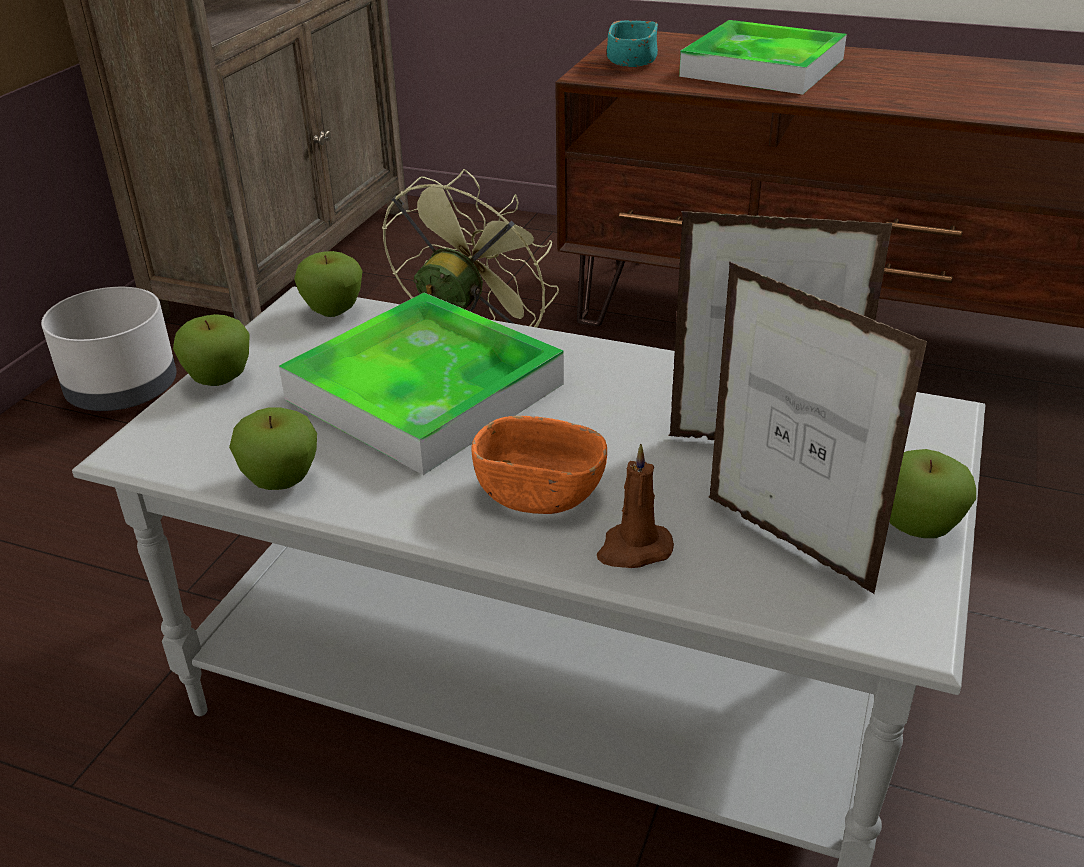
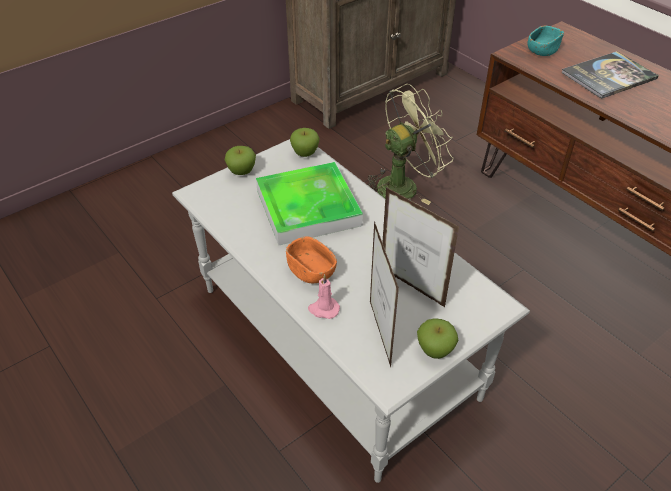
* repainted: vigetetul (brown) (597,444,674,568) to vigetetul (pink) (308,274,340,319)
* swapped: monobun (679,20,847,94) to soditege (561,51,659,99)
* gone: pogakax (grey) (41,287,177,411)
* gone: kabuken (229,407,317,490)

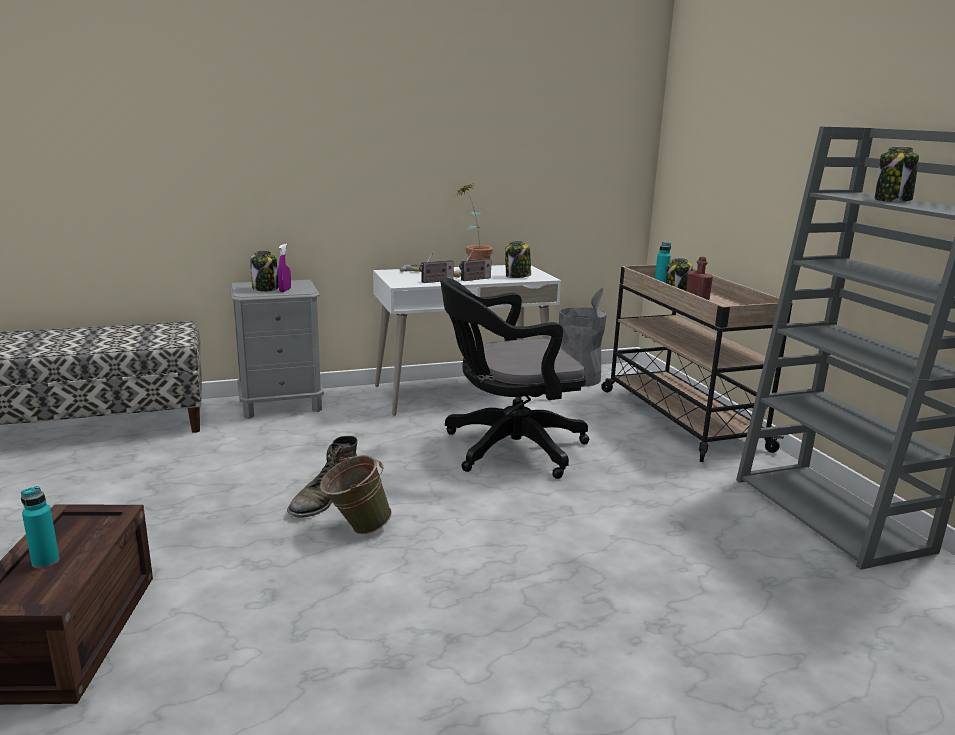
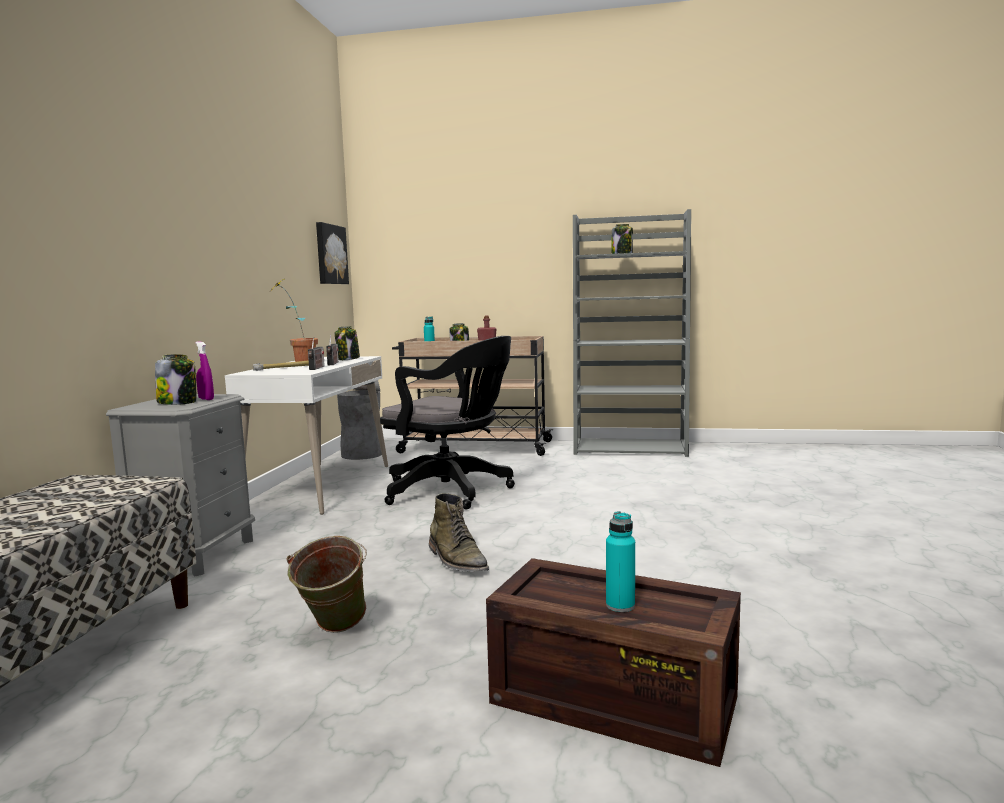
* shifted: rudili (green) (320,455,392,534) to (287,536,367,633)
* new: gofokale (316,222,349,284)
* rotated: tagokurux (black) (440,277,589,479) = (380,336,515,510) 75 degrees counterclockwise

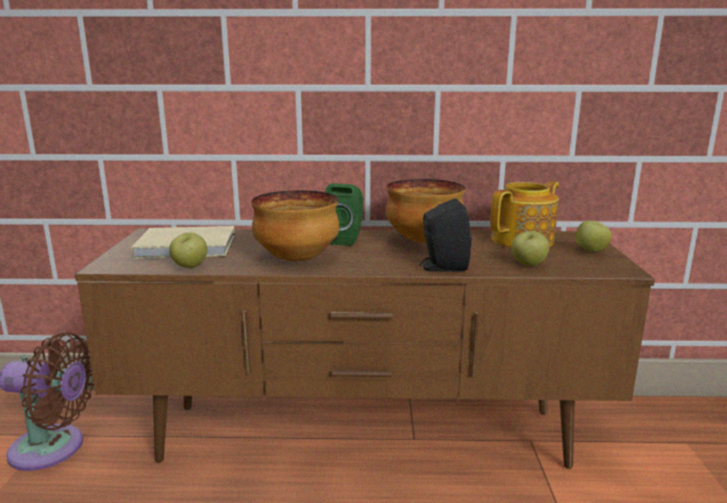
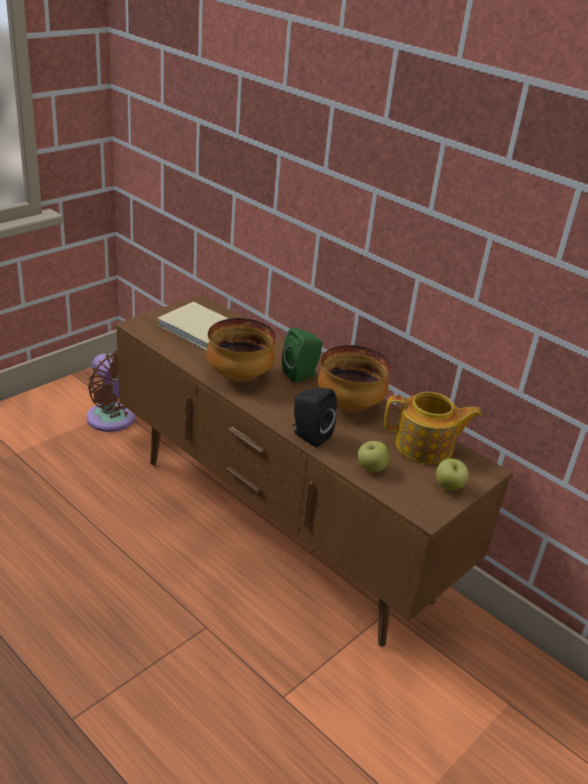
* gone: kabuken (169,232,208,268)

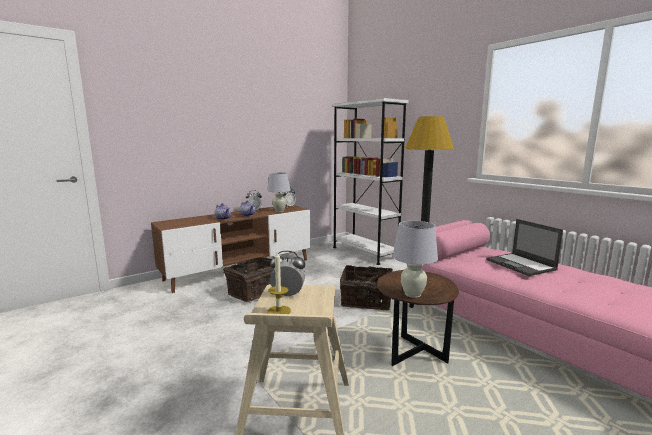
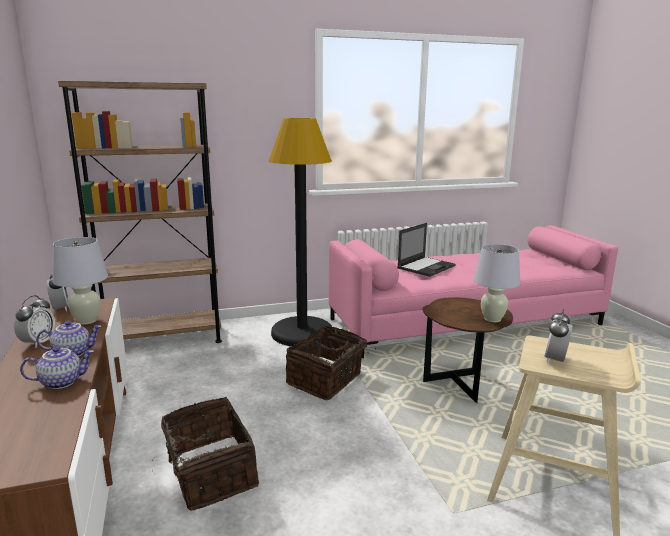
* repainted: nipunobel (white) (332,98,409,265) to nipunobel (brown) (58,81,222,343)
* rotated: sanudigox (486,219,563,276) = (397,223,456,277) 45 degrees counterclockwise
* gone: vigetetul (267,252,291,314)

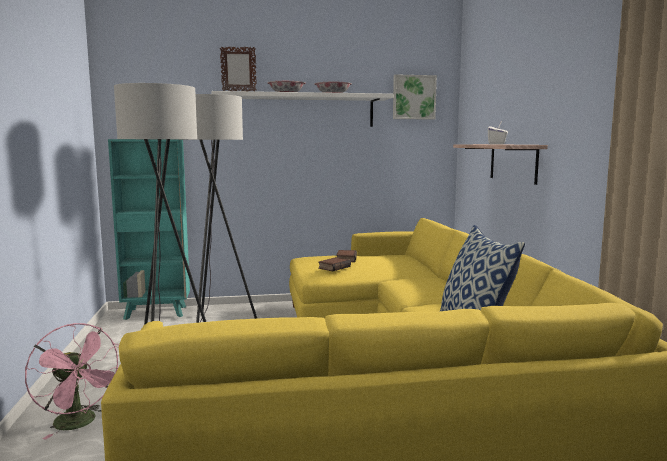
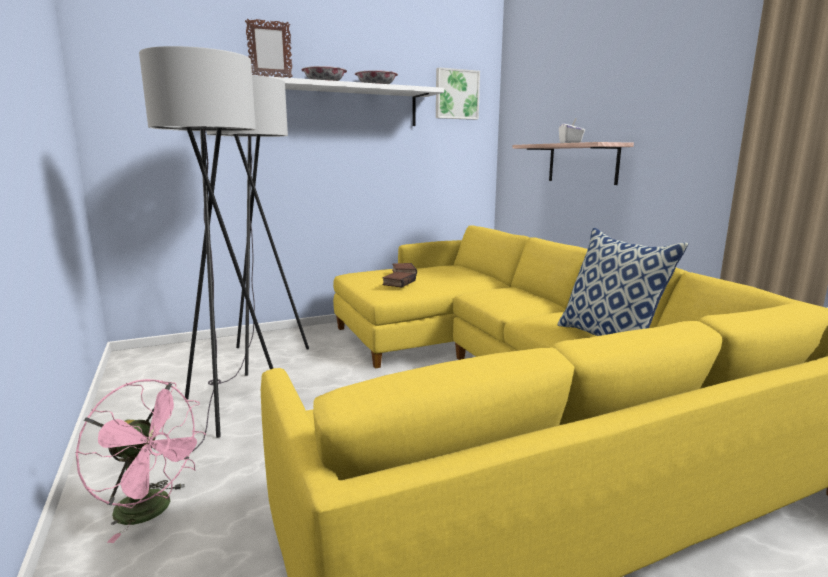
* gone: nipunobel (turquoise) (108,139,190,320)

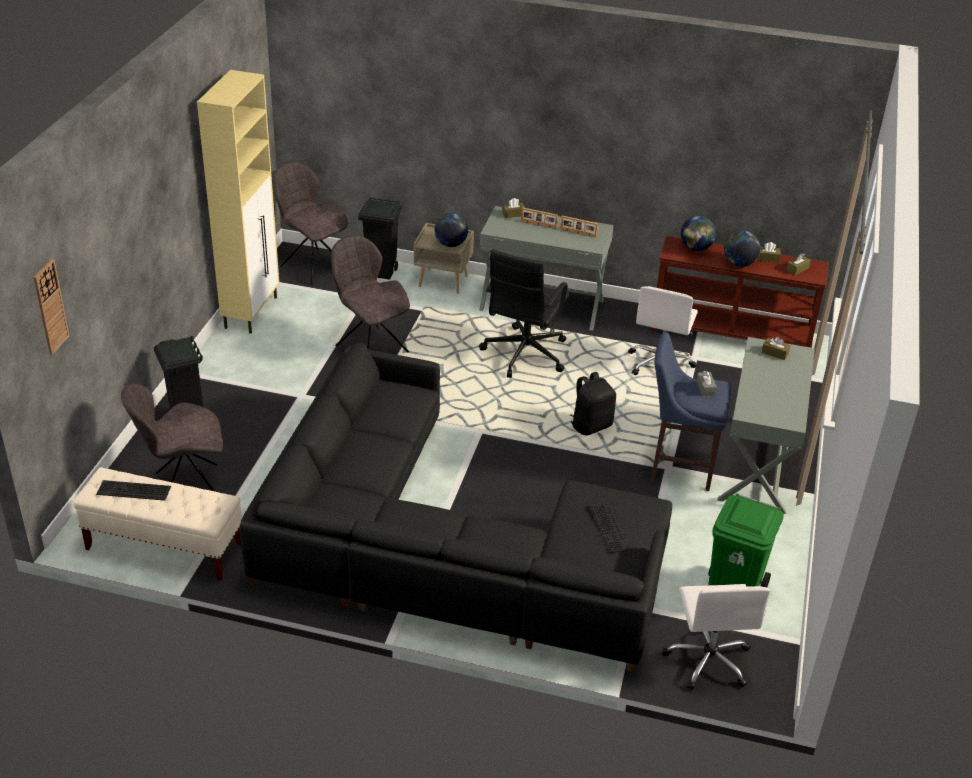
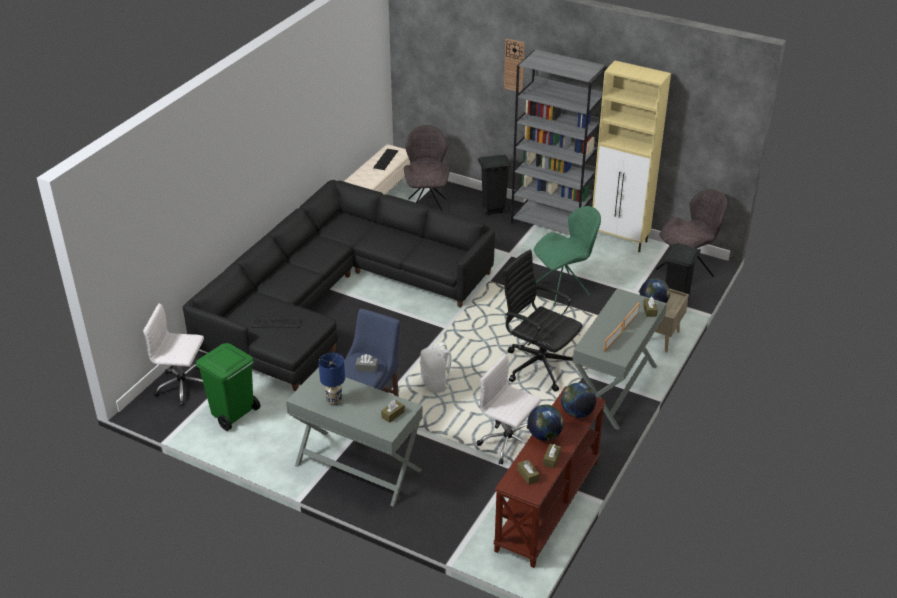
* new: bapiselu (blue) (318,353,345,405)
* repainted: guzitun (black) (570,372,616,436) to guzitun (white) (420,342,456,393)
* shifted: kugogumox (34,259,69,355) to (504,38,525,92)
* new: nipunobel (grey) (511,49,607,235)
* repainted: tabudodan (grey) (331,235,410,352) to tabudodan (green) (534,206,601,306)

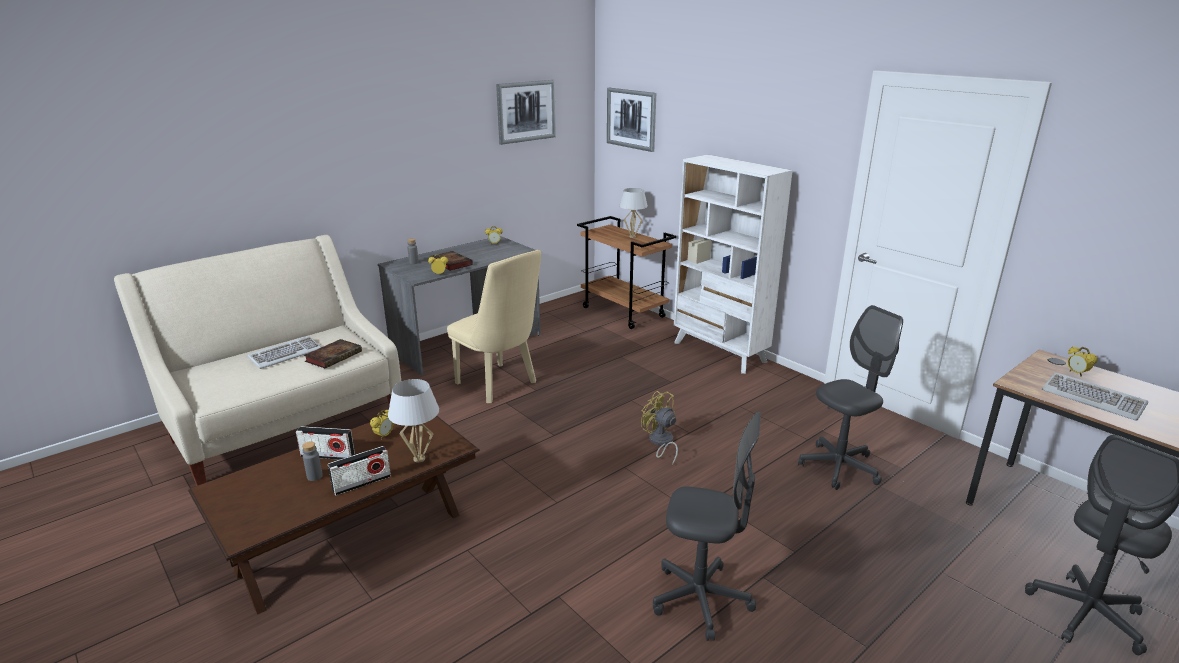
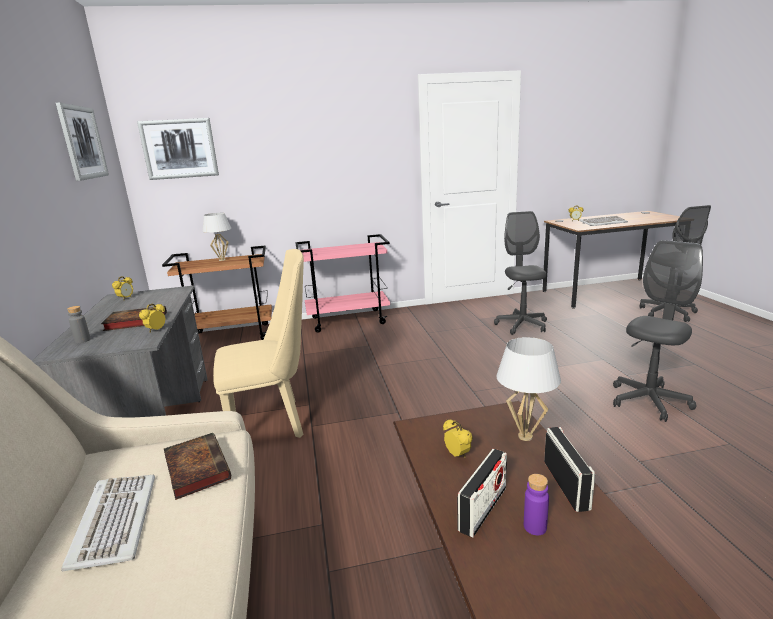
* swapped: nipunobel (white) (674,155,793,374) to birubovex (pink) (295,234,390,333)
* repainted: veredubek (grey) (302,441,323,481) to veredubek (purple) (524,474,549,535)
* gone: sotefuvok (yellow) (641,391,678,465)

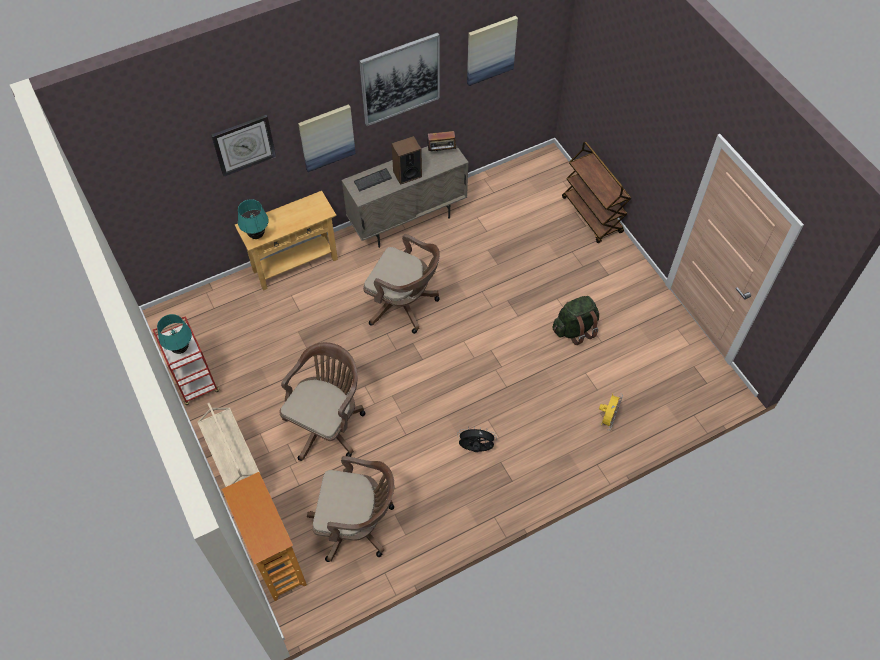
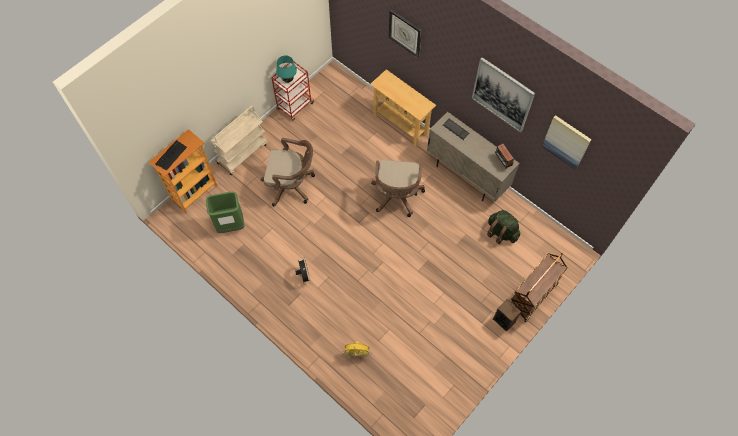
* new: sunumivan (155,140,187,171)
* swapped: tagokurux (brown) (307,456,394,562) to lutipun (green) (206,192,244,233)
* shifted: guzitun (green) (552,296,599,345) to (487,210,520,244)
* shifted: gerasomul (391,136,422,185) to (493,299,521,332)
* gone: bapiselu (turquoise) (238,199,269,239)
* gone: gofokale (298,104,356,172)

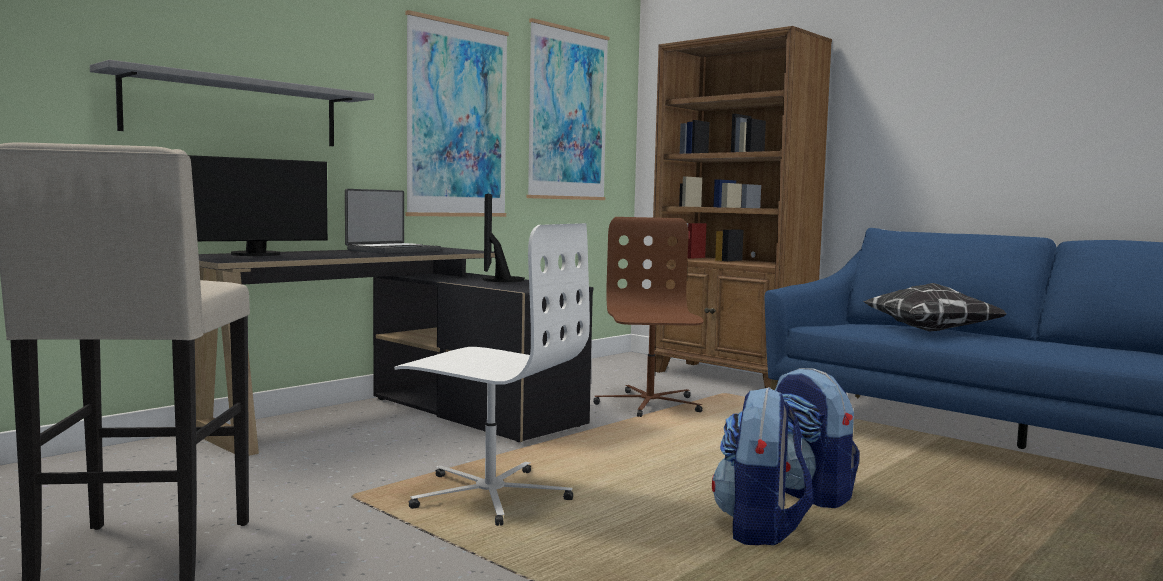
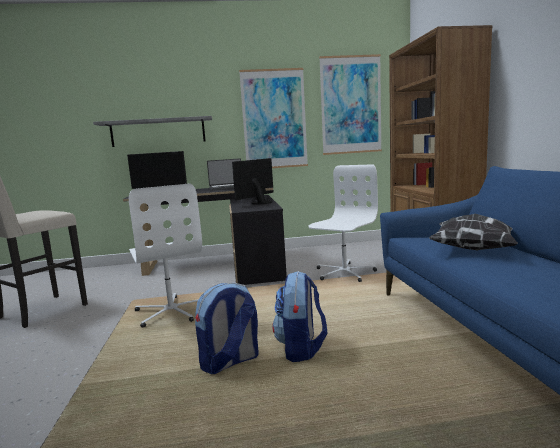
* repainted: tagokurux (brown) (593,217,704,417) to tagokurux (white) (308,164,378,282)

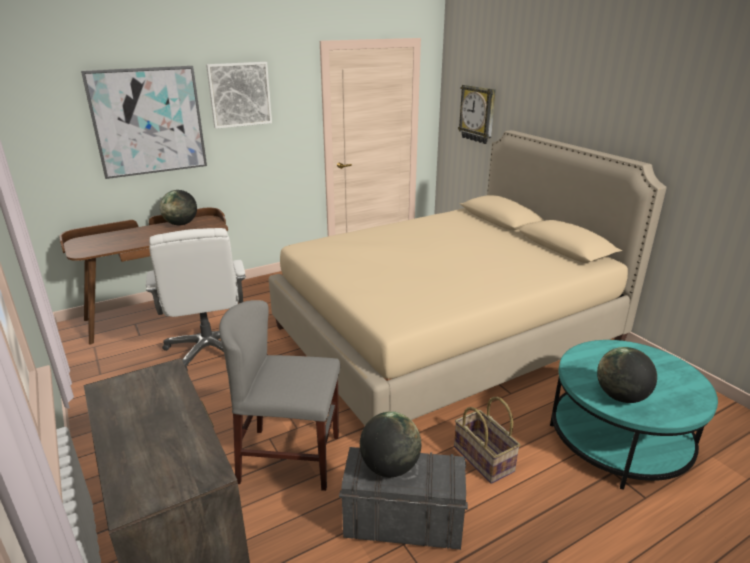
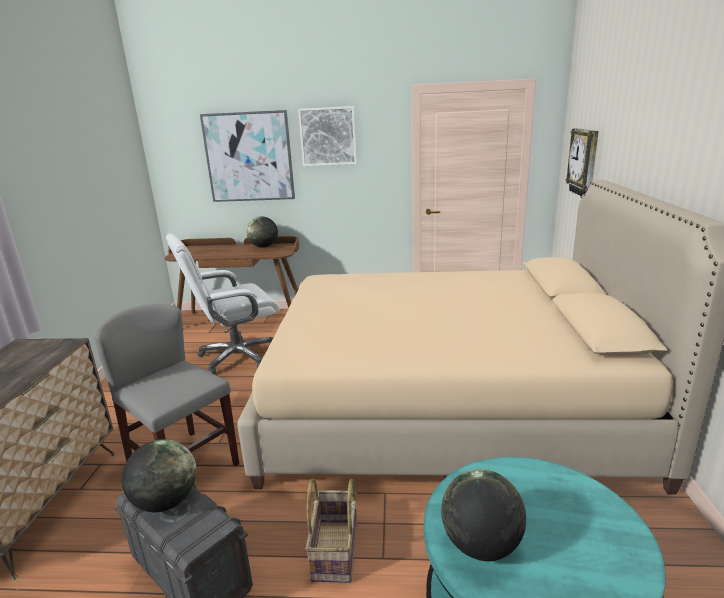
* rotated: tagokurux (white) (146,228,246,372) = (166,233,280,374) 45 degrees clockwise

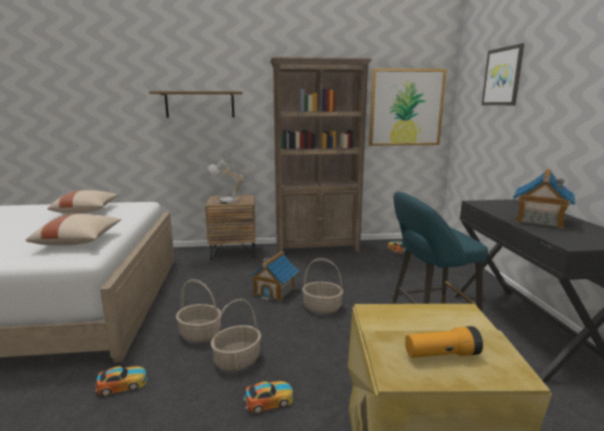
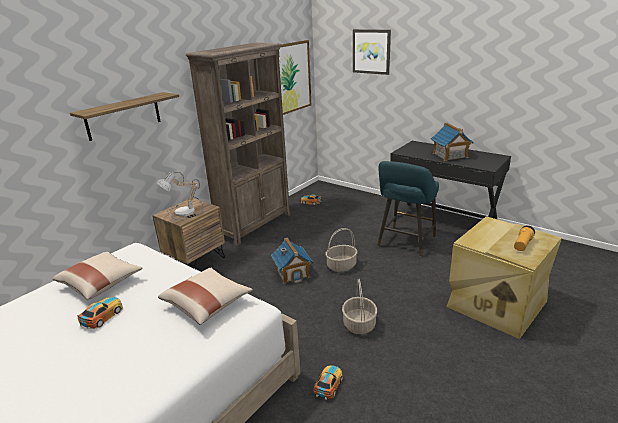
* shifted: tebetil (244,381,293,414) to (77,297,123,329)
* gone: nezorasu (176,279,221,343)

